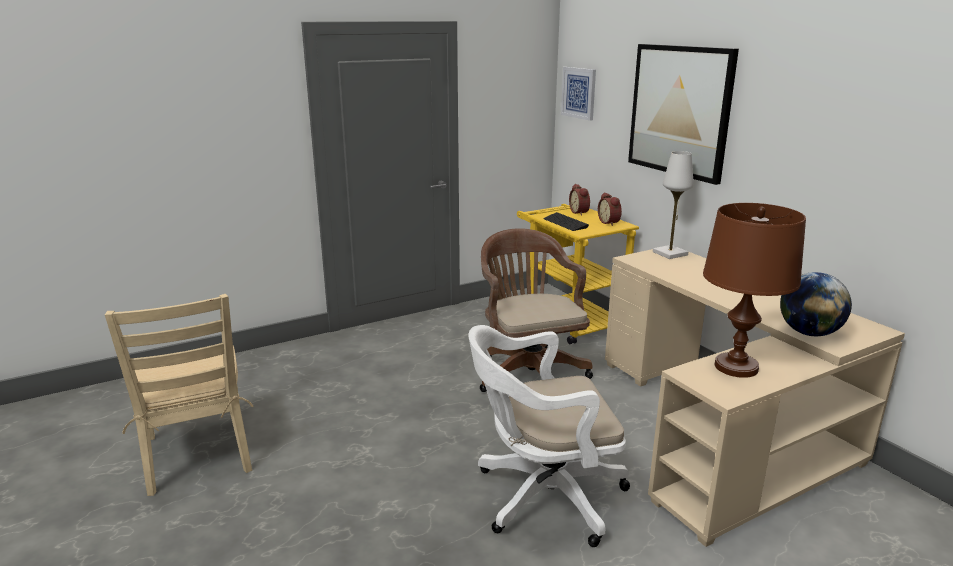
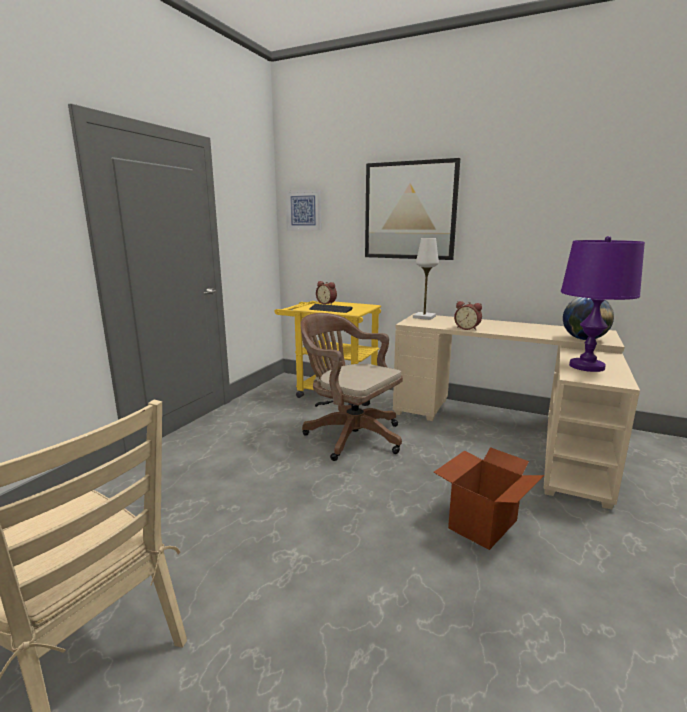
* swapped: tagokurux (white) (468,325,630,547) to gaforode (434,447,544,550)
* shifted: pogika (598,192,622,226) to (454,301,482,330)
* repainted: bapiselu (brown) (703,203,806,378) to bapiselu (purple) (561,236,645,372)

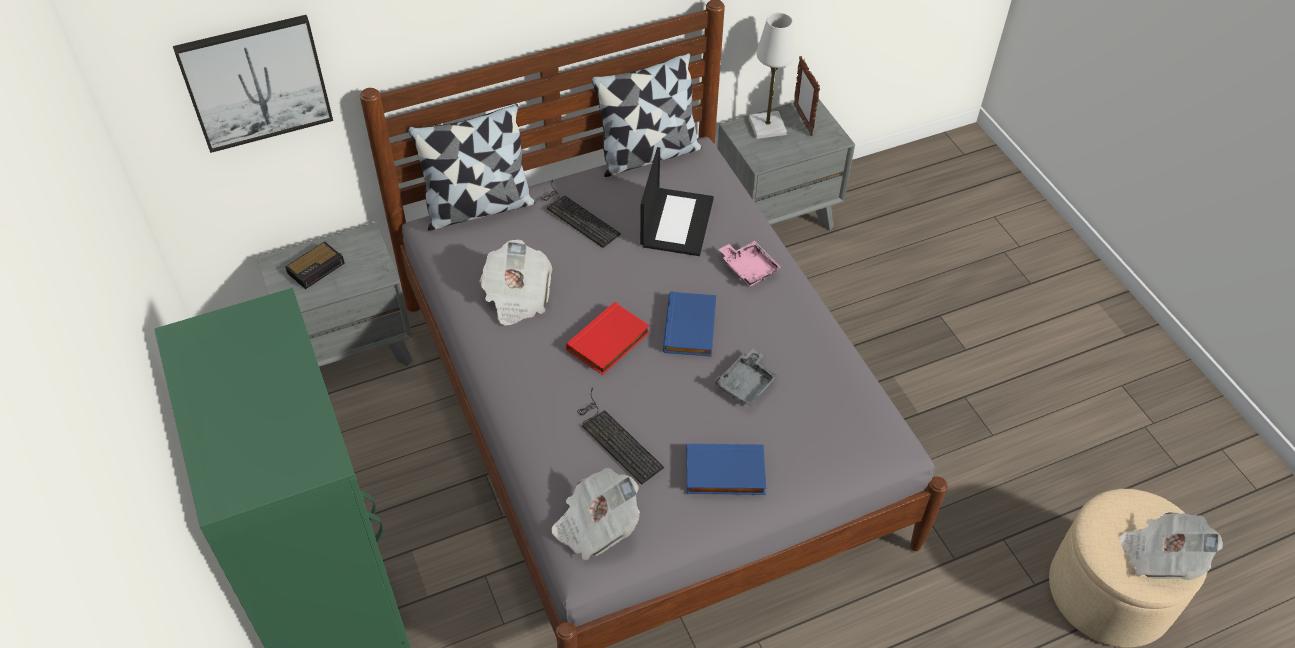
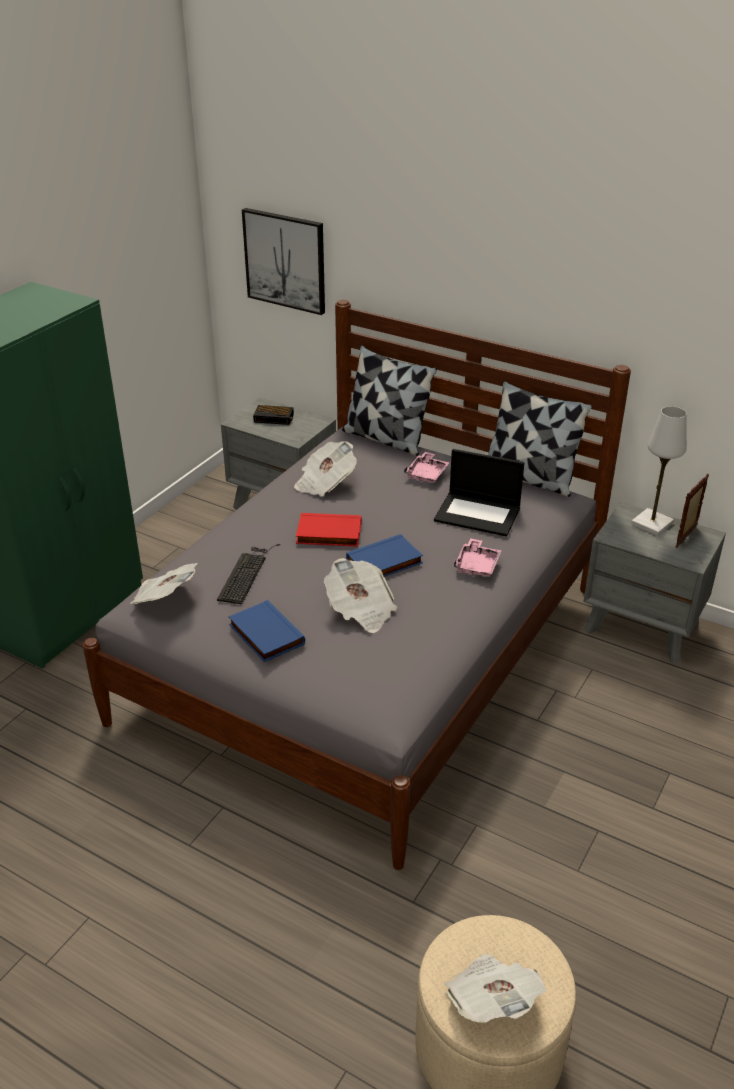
* swapped: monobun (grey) (715,349,778,406) to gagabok (324,558,397,633)
* swapped: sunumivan (541,180,621,248) to monobun (pink) (404,452,450,483)
* rotated: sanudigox (640,147,714,256) = (434,449,524,537) 45 degrees clockwise

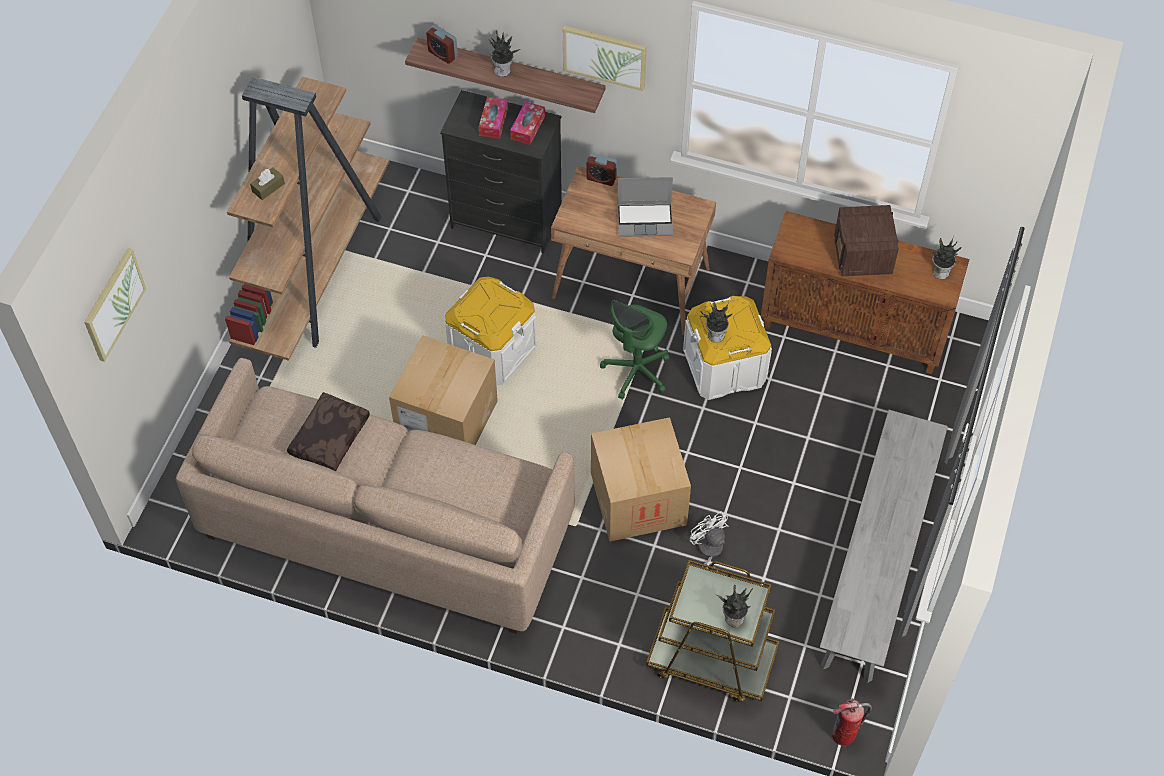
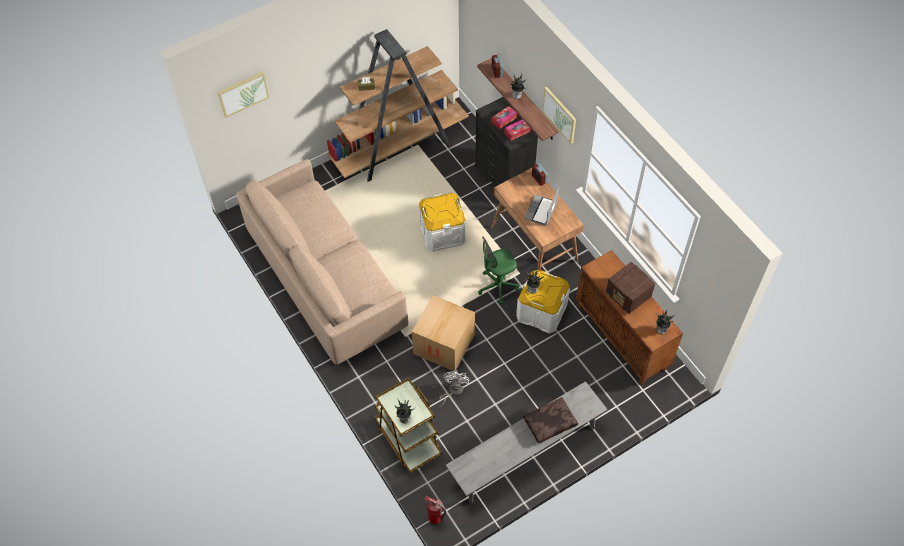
* shifted: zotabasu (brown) (287,392,370,471) to (523,397,578,444)
* rotated: sanudigox (617,177,673,237) = (524,187,559,226) 75 degrees clockwise
* rotated: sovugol (834,205,899,276) = (606,262,655,314) 75 degrees counterclockwise
* gone: gaforode (389,335,498,445)

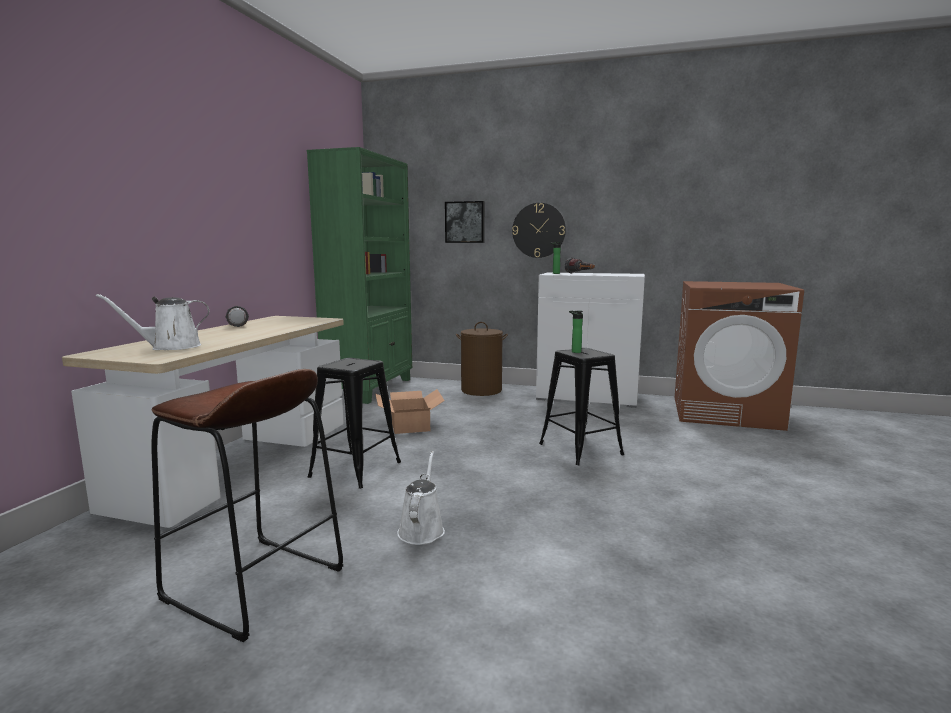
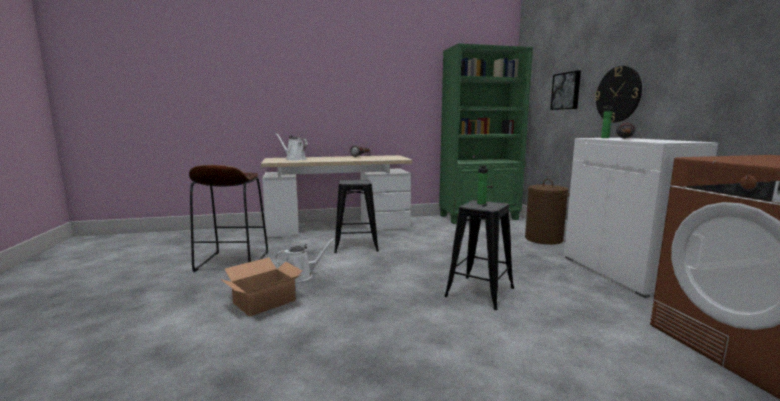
* shifted: gaforode (375,389,445,434) to (220,257,303,317)

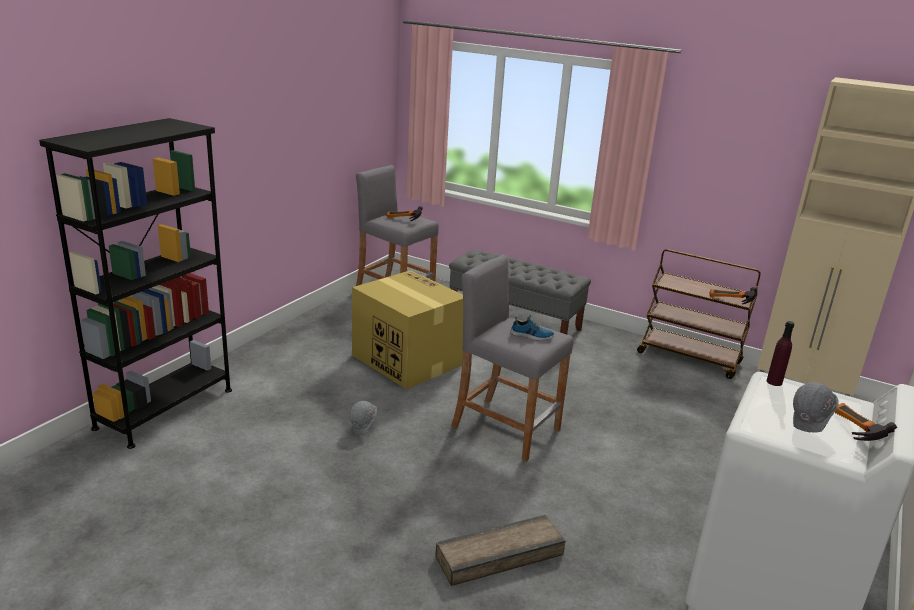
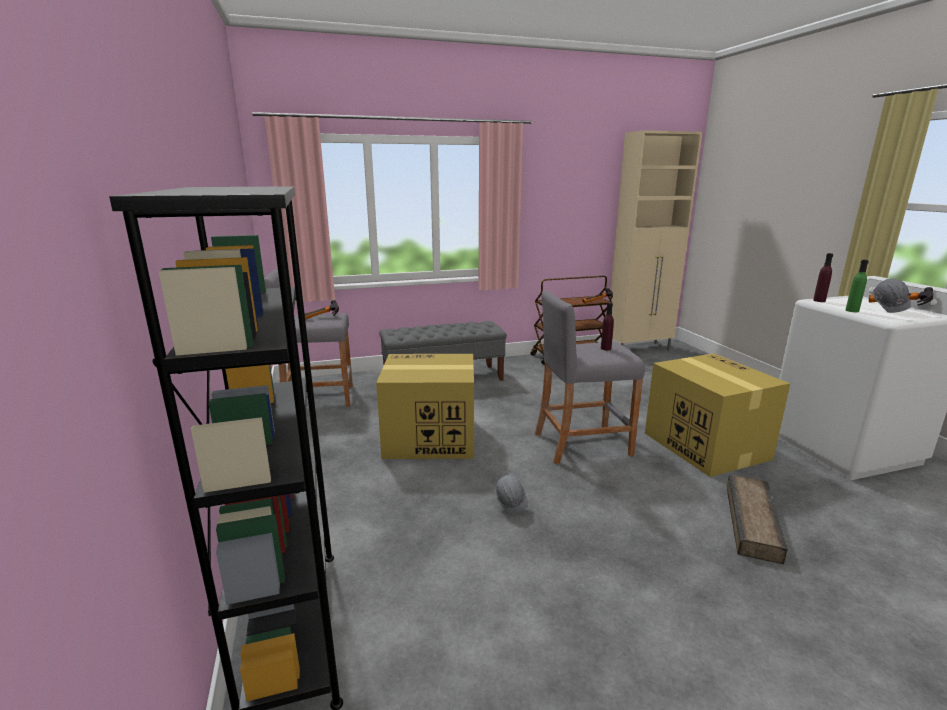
* swapped: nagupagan (510,315,554,340) to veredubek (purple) (601,303,614,350)
* new: gaforode (645,353,790,477)
* new: veredubek (green) (846,260,868,312)

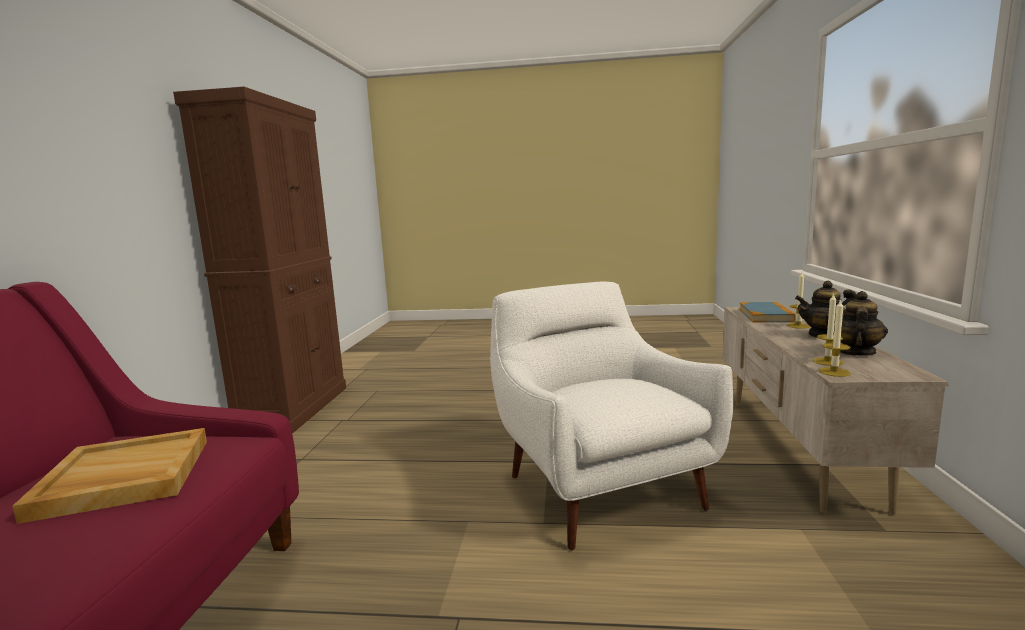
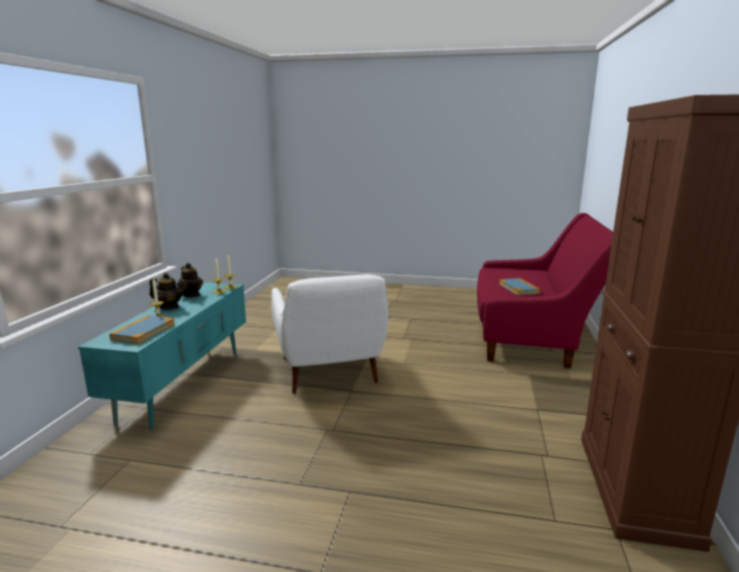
* repainted: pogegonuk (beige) (723,306,949,514) to pogegonuk (turquoise) (78,282,246,430)
* rotated: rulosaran (834,291,888,356) = (177,263,203,297) 75 degrees counterclockwise
* swapped: monobun (beige) (12,428,207,524) to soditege (499,278,541,296)

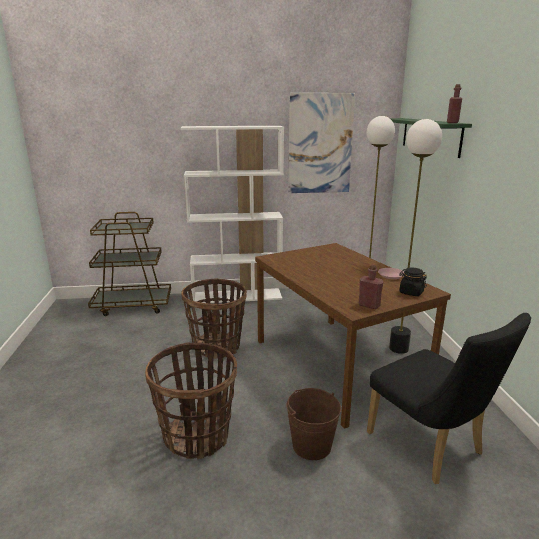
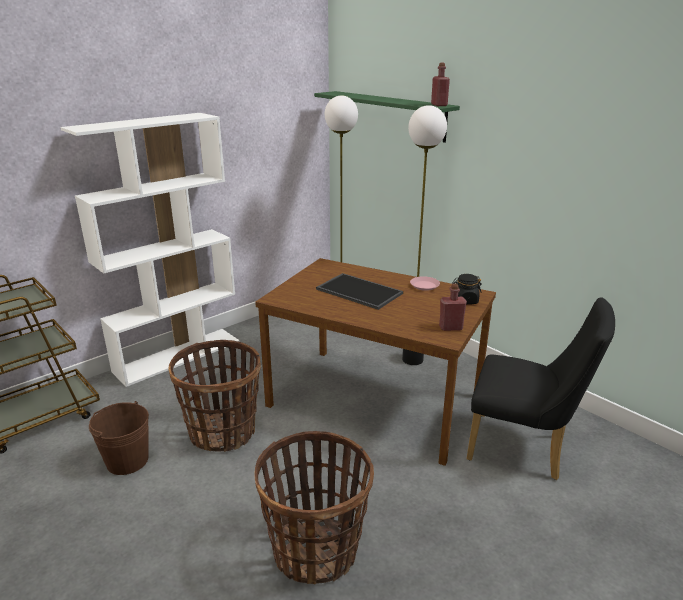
* shifted: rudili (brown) (286,388,341,460) to (89,401,149,475)
* new: monobun (316,273,403,310)
* gone: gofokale (288,93,355,193)

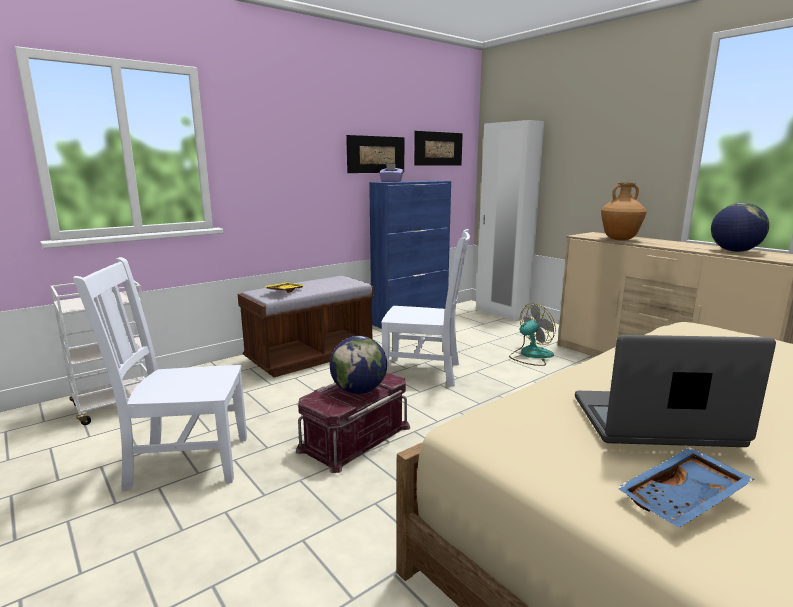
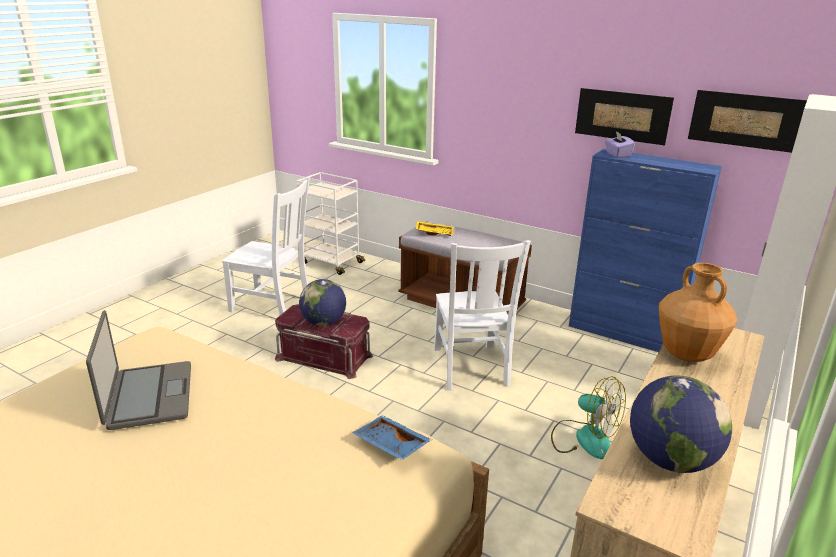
* rotated: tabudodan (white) (73,257,247,491) = (222,176,310,315) 135 degrees clockwise
* shifted: monobun (blue) (617,447,754,528) to (352,415,432,460)

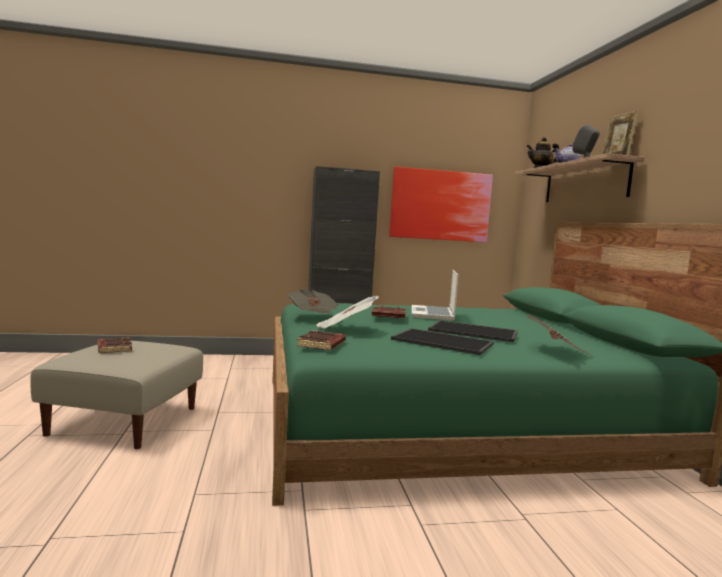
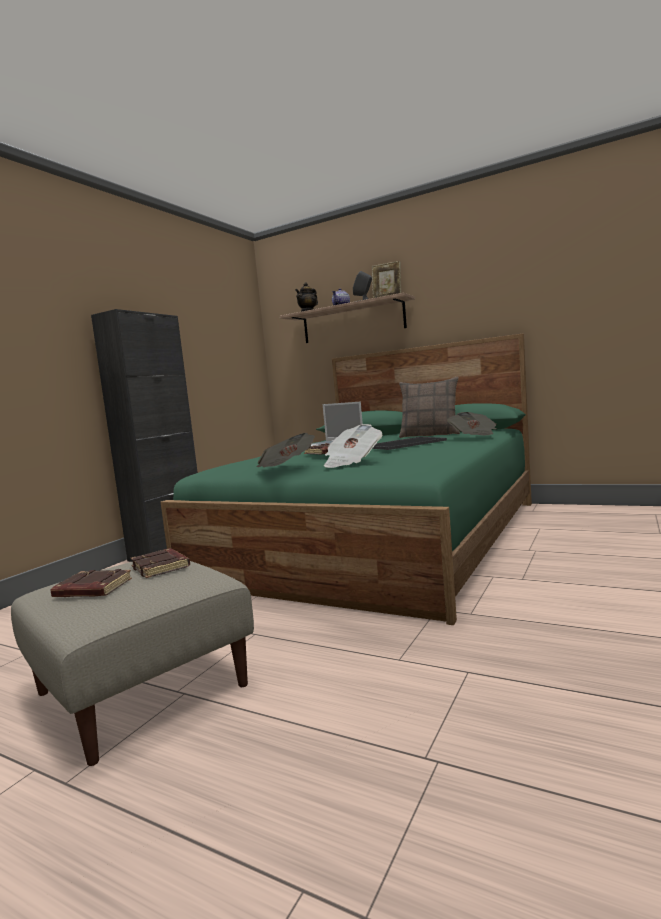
* shifted: soditege (brown) (297,330,346,350) to (131,548,190,578)
* new: zotabasu (399,377,460,438)
* gone: gofokale (389,167,493,242)
* gone: monobun (391,328,494,355)

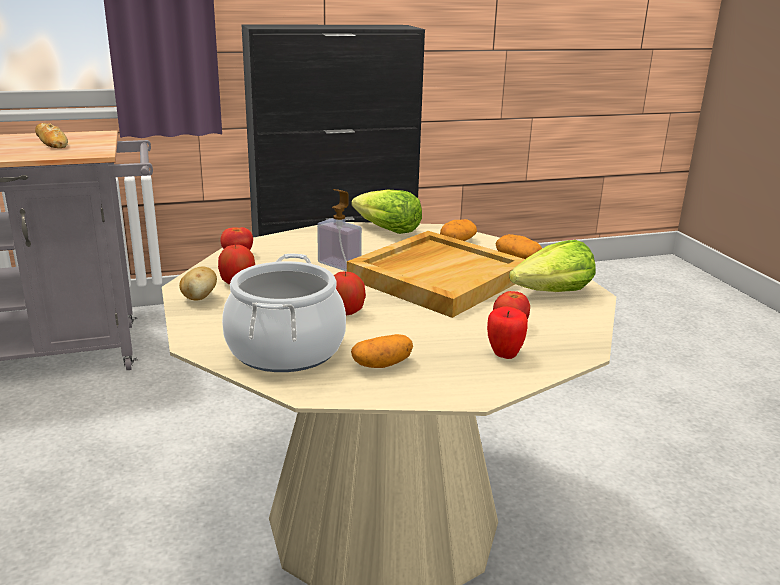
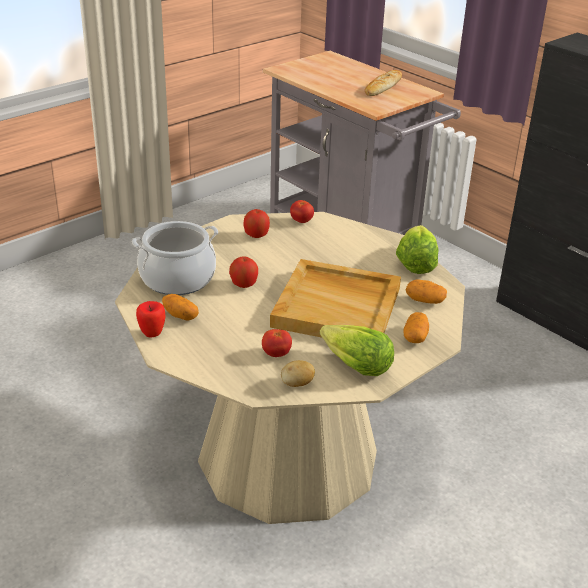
* shifted: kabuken (487,306,528,359) to (136,301,165,338)
* shifted: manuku (179,267,217,300) to (281,360,315,387)
* gone: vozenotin (317,189,362,271)

